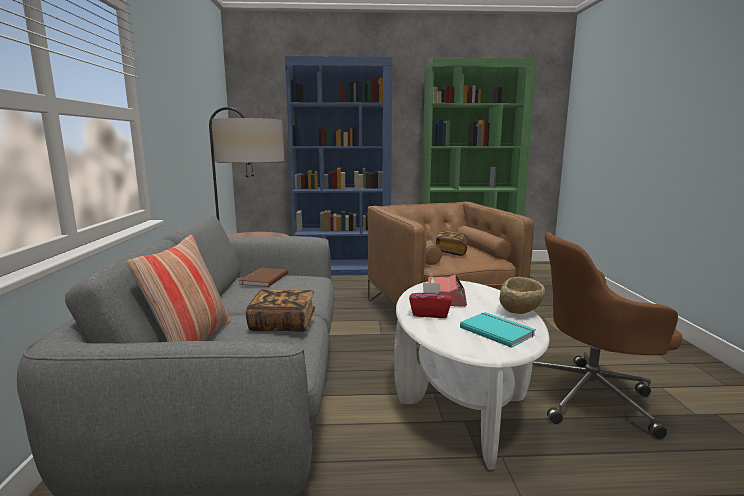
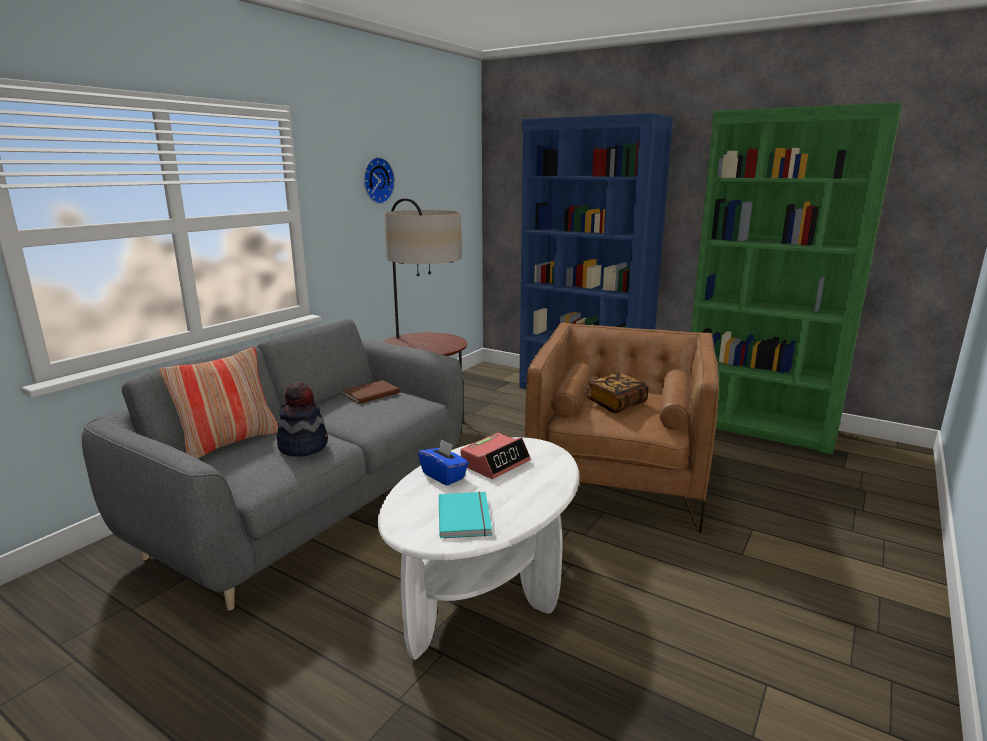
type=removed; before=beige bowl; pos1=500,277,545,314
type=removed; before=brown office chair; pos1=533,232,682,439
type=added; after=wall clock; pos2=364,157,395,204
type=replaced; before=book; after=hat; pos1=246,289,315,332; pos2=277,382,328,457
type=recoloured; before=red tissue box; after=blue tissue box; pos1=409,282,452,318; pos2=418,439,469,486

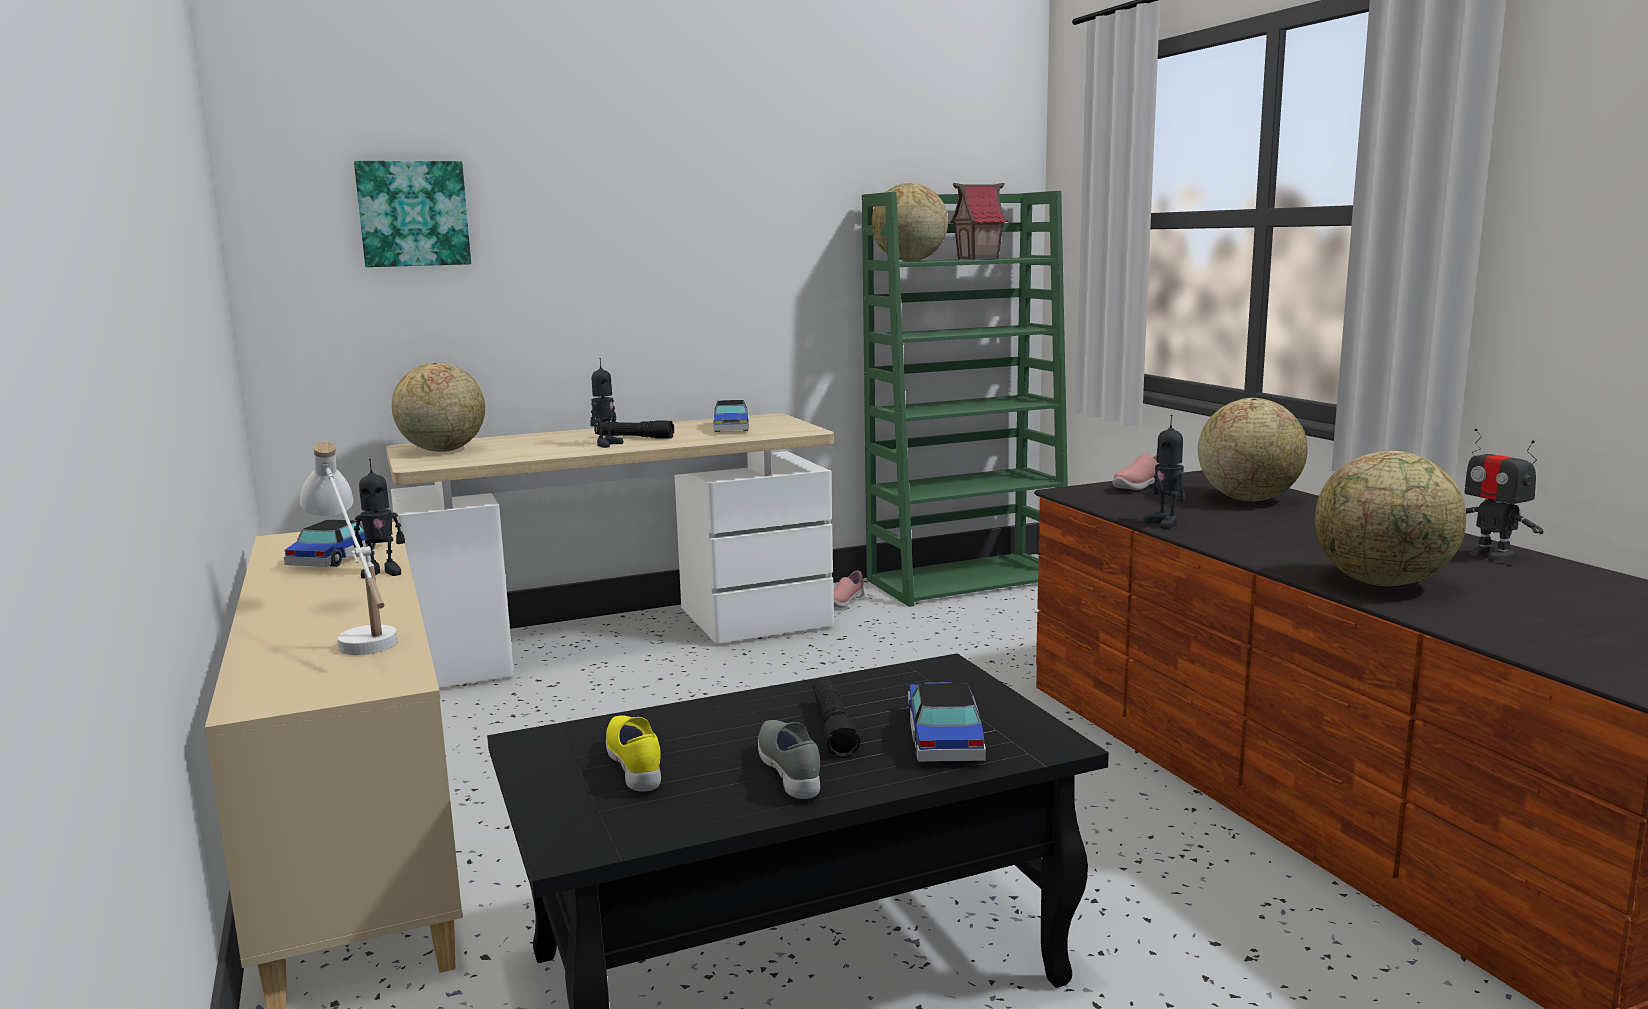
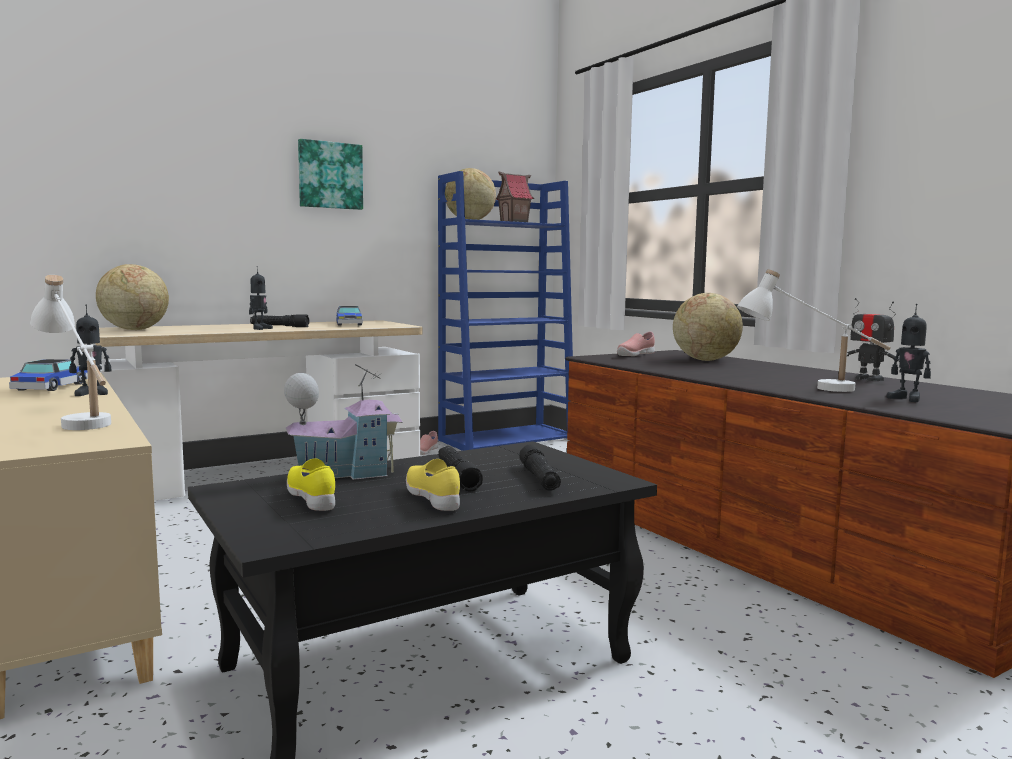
type=added; after=toy house; pos2=284,364,403,480
type=moved; before=picture; pos1=354,161,471,267; pos2=298,139,363,210
type=moved; before=toy robot; pos1=1143,415,1185,529; pos2=887,304,931,402
type=replaced; before=toy car; after=black flashlight; pos1=908,682,986,762; pos2=519,444,561,491
type=replaced; before=globe; after=white table lamp; pos1=1315,451,1466,586; pos2=737,269,891,392
type=recoloured; before=grey shoe; after=yellow shoe; pos1=758,720,820,799; pos2=406,459,460,511
type=recoloured; before=green bookcase; after=blue bookcase; pos1=862,191,1068,607; pos2=438,171,573,451

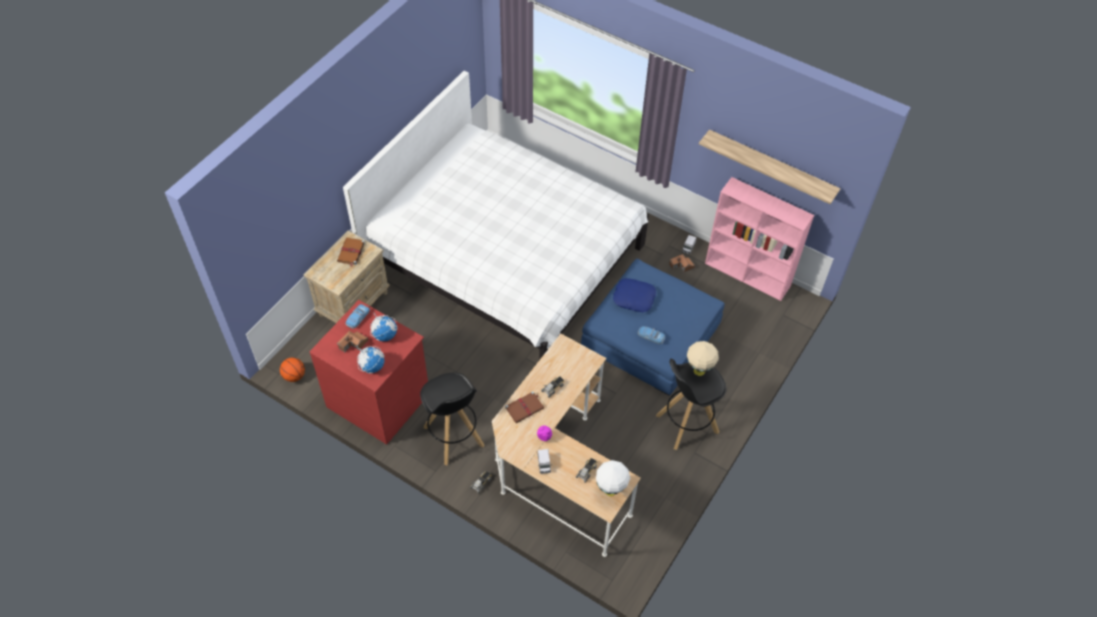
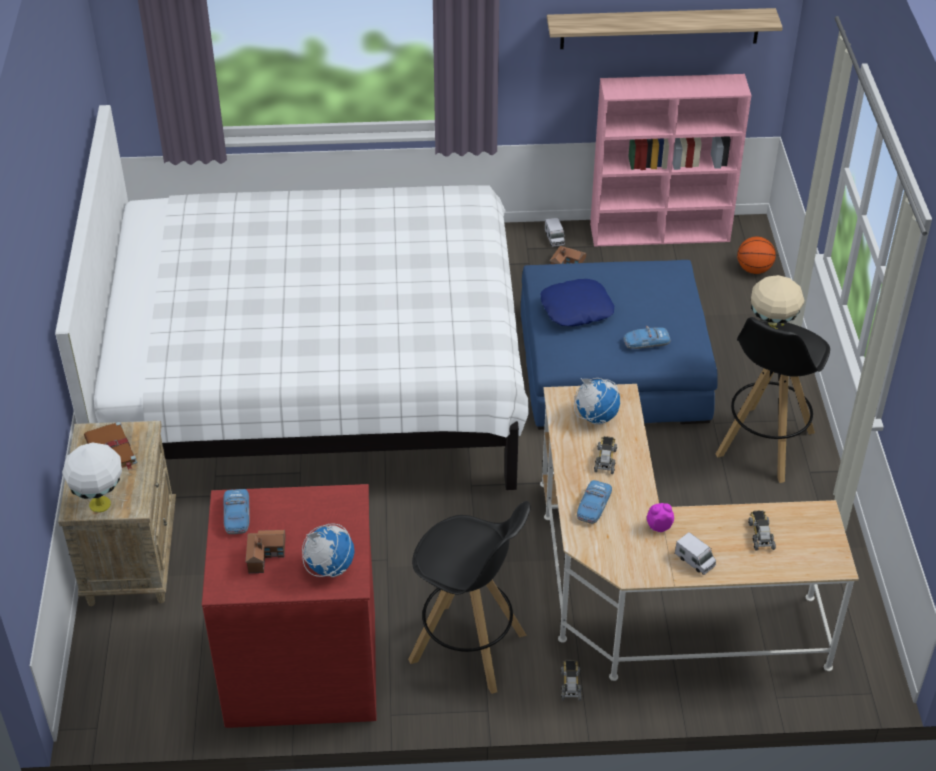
type=moved; before=basketball; pos1=280,357,305,382; pos2=737,237,776,274
type=moved; before=globe; pos1=370,313,397,341; pos2=574,378,620,425
type=moved; before=white table lamp; pos1=596,460,630,496; pos2=62,443,122,513
type=replaced; before=brown book; after=toy car; pos1=505,391,544,423; pos2=577,480,612,524

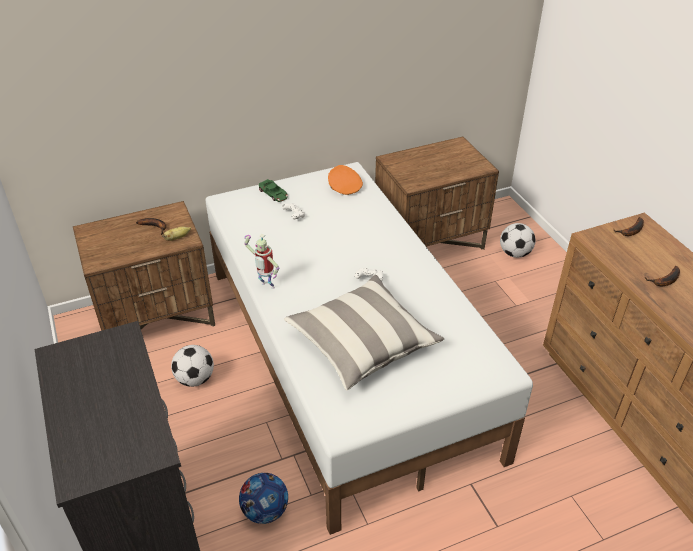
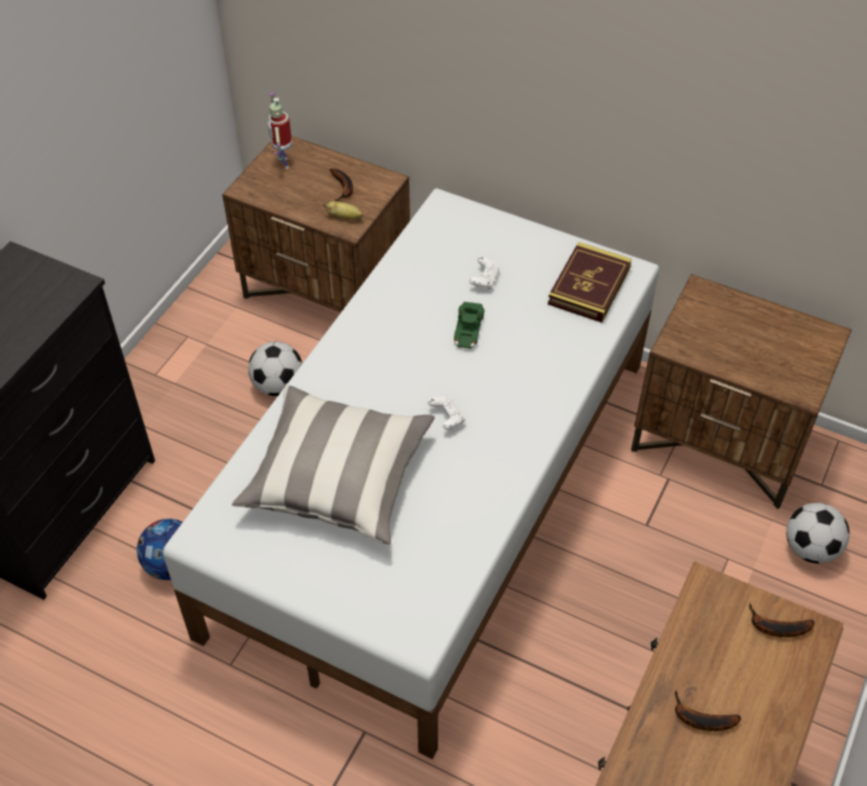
type=moved; before=toy robot; pos1=244,234,279,289; pos2=267,92,292,169
type=moved; before=green toy car; pos1=259,179,288,202; pos2=454,302,484,349
type=replaced; before=orange cap; after=book; pos1=328,165,363,195; pos2=548,242,632,323

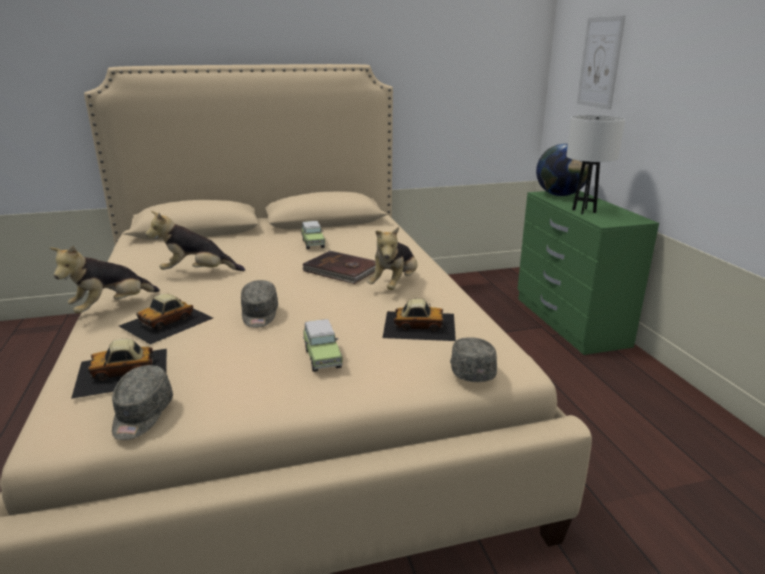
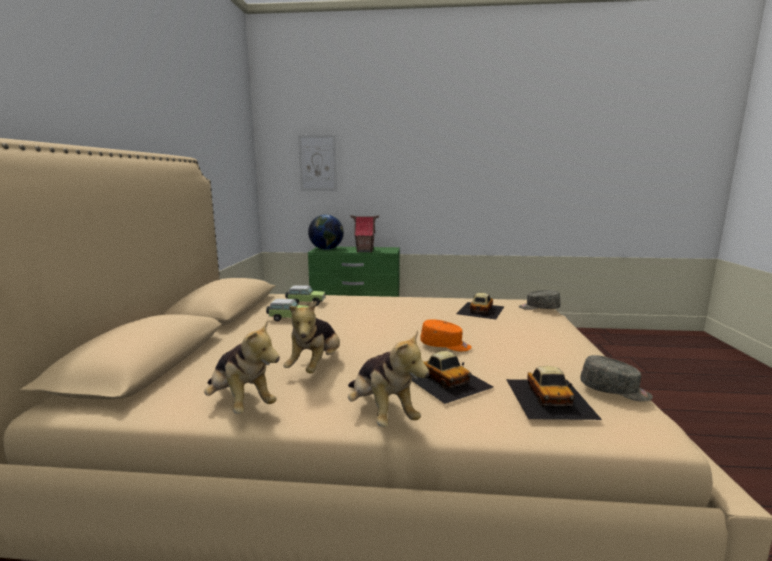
type=removed; before=brown book; pos1=302,251,376,284
type=moved; before=toy car; pos1=303,319,343,372; pos2=285,285,326,306
type=moved; before=plush toy; pos1=367,227,418,290; pos2=204,319,280,414
type=replaced; before=white table lamp; after=toy house; pos1=566,115,625,214; pos2=350,215,379,252
type=recoloured; before=grey cap; after=orange cap; pos1=241,280,278,328; pos2=420,319,472,351

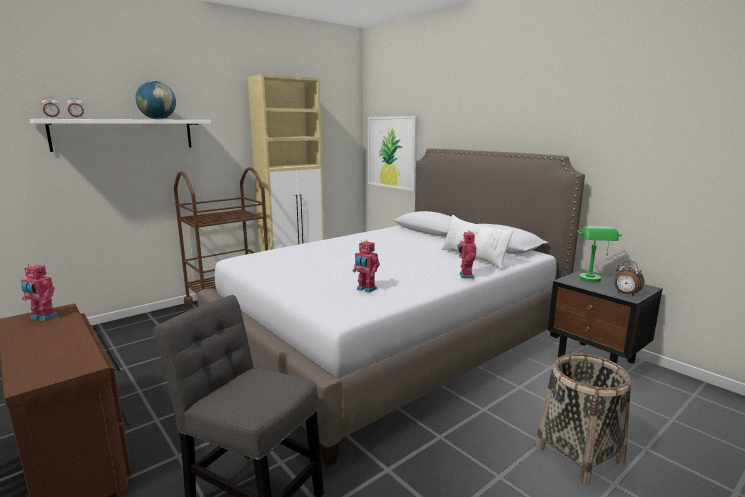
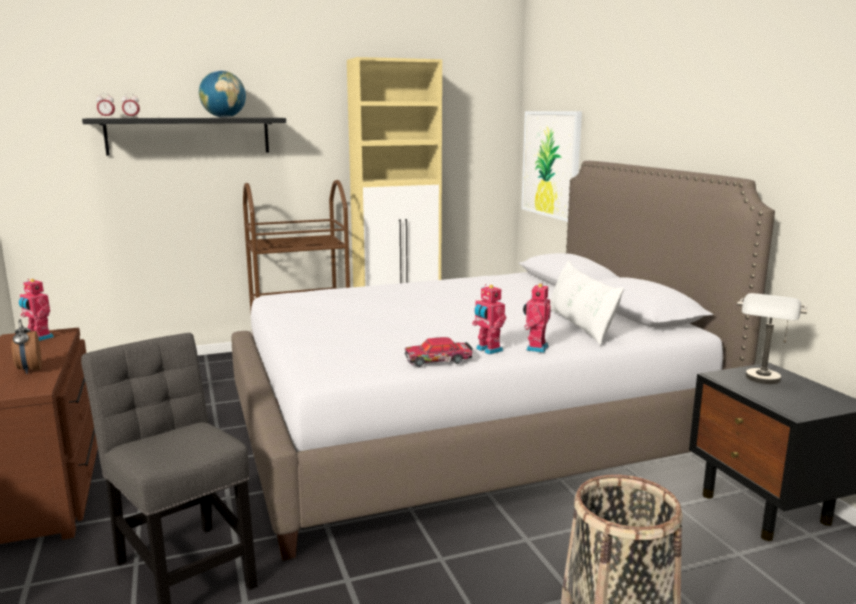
type=added; after=toy car; pos2=405,337,473,367
type=moved; before=toy robot; pos1=353,240,380,293; pos2=472,284,506,355
type=moved; before=alarm clock; pos1=614,261,644,296; pos2=12,319,42,374
type=recoloured; before=white shelf; after=black shelf; pos1=29,119,211,152; pos2=82,118,286,156
type=recoloured; before=green table lamp; after=grey table lamp; pos1=577,226,622,282; pos2=737,293,807,384

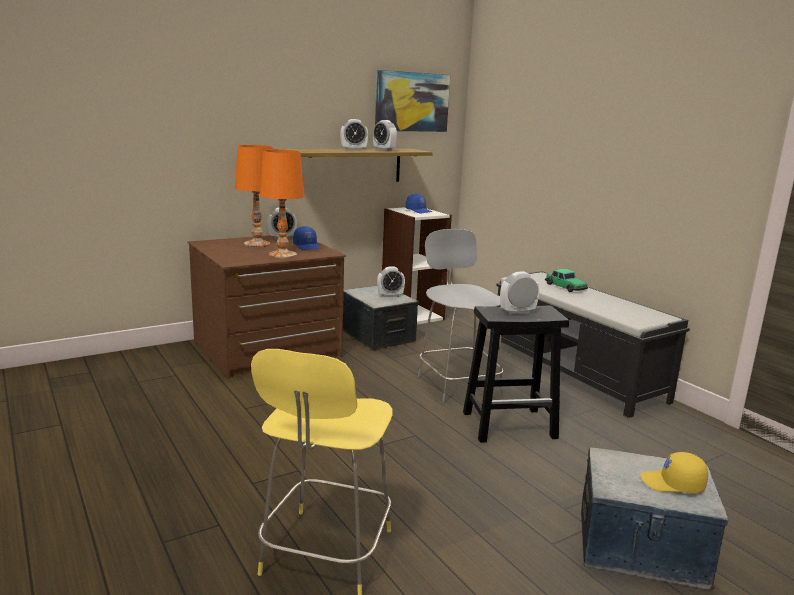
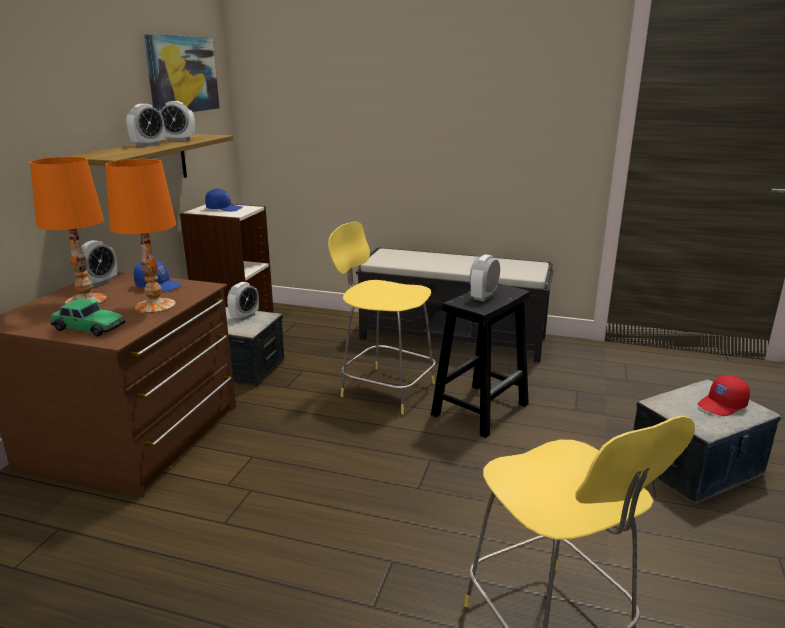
type=moved; before=toy car; pos1=545,269,588,292; pos2=51,298,126,336
type=recoloured; before=grey stool; after=yellow stool; pos1=418,229,504,403; pos2=328,222,436,414
type=recoloured; before=yellow cap; after=red cap; pos1=640,452,708,493; pos2=698,375,750,416

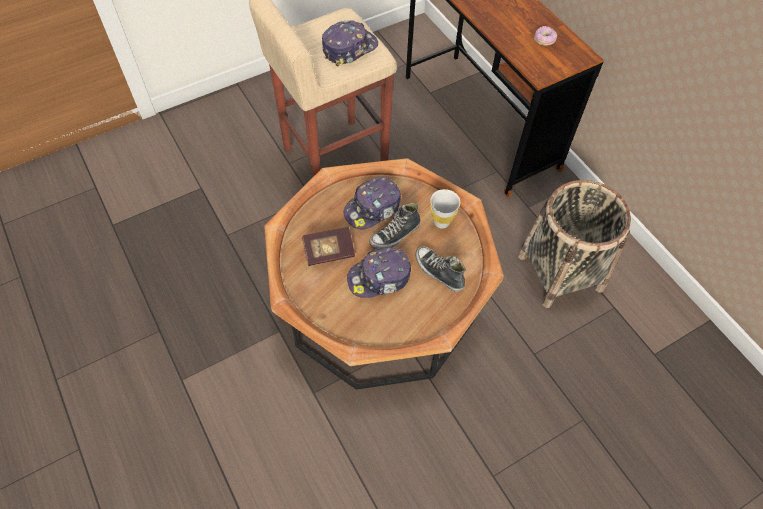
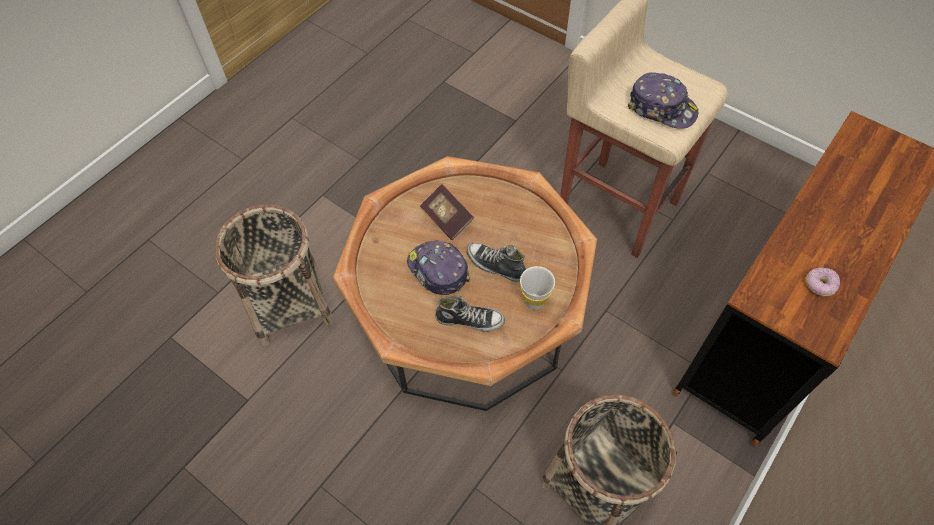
type=removed; before=cap; pos1=344,177,401,229
type=added; after=basket; pos2=215,205,334,346
type=turned; before=shoe; pos1=415,246,466,292; pos2=435,296,505,332; turn=75

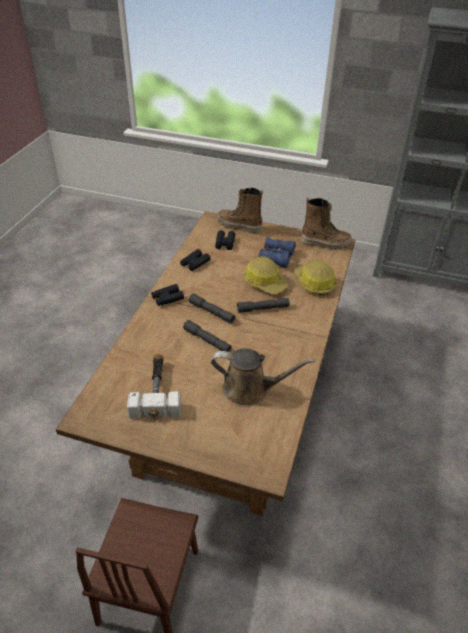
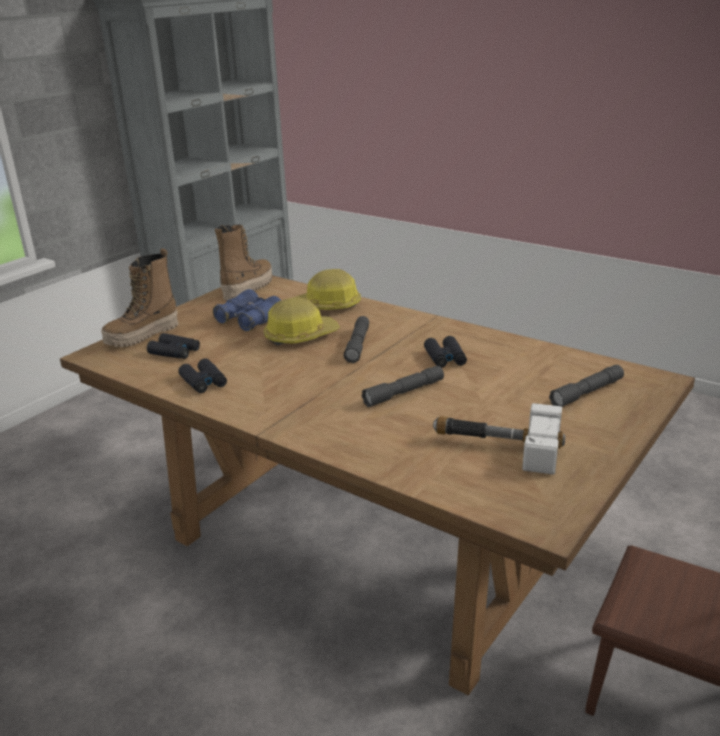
type=removed; before=brown watering can; pos1=211,348,315,407
type=moved; before=black binoculars; pos1=151,284,184,306; pos2=424,336,467,368
type=moved; before=grey flashlight; pos1=188,293,235,323; pos2=549,365,624,407

